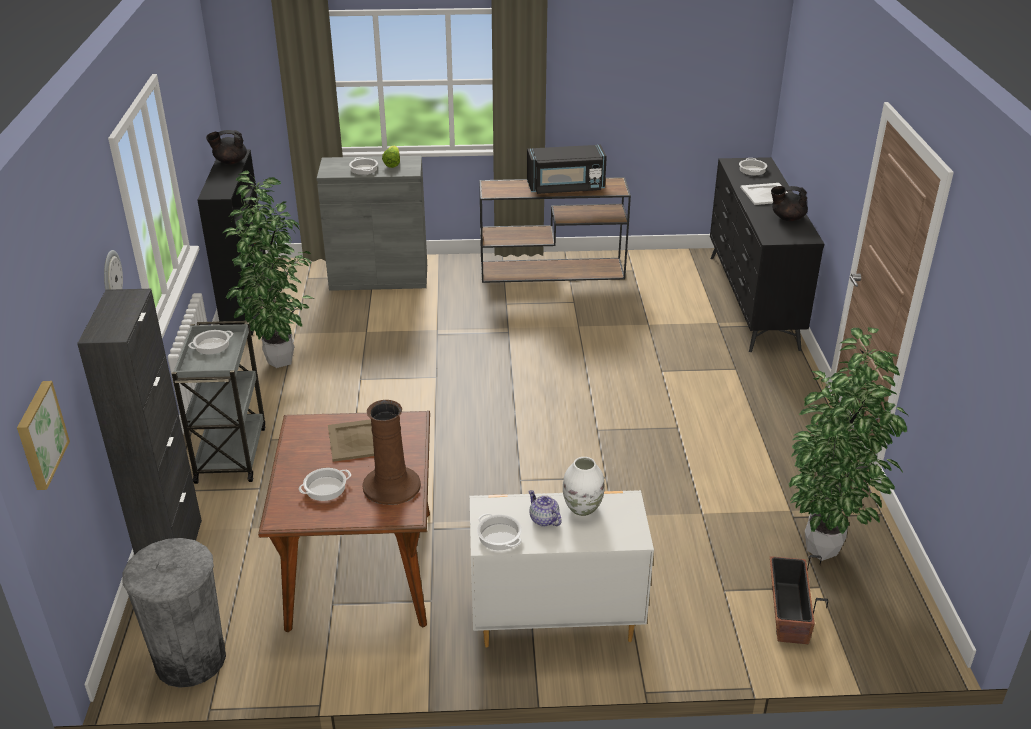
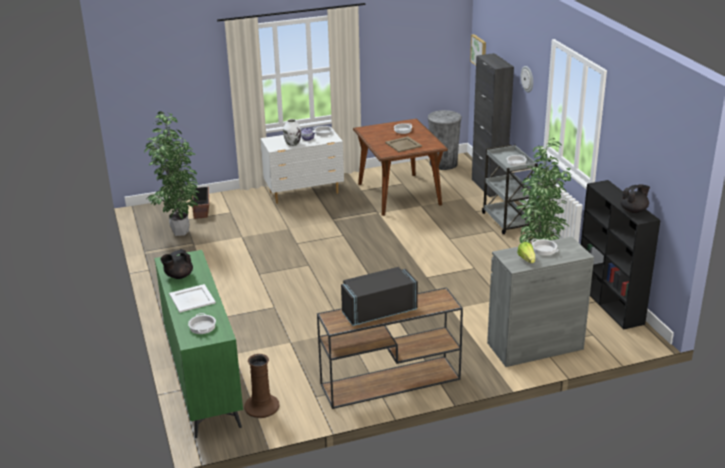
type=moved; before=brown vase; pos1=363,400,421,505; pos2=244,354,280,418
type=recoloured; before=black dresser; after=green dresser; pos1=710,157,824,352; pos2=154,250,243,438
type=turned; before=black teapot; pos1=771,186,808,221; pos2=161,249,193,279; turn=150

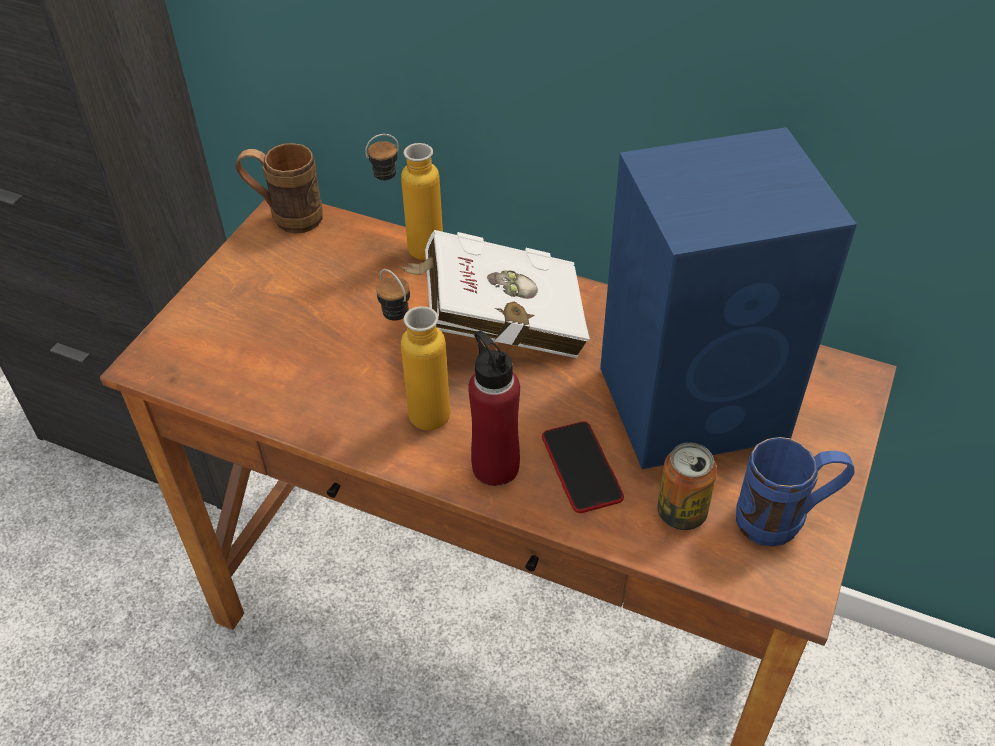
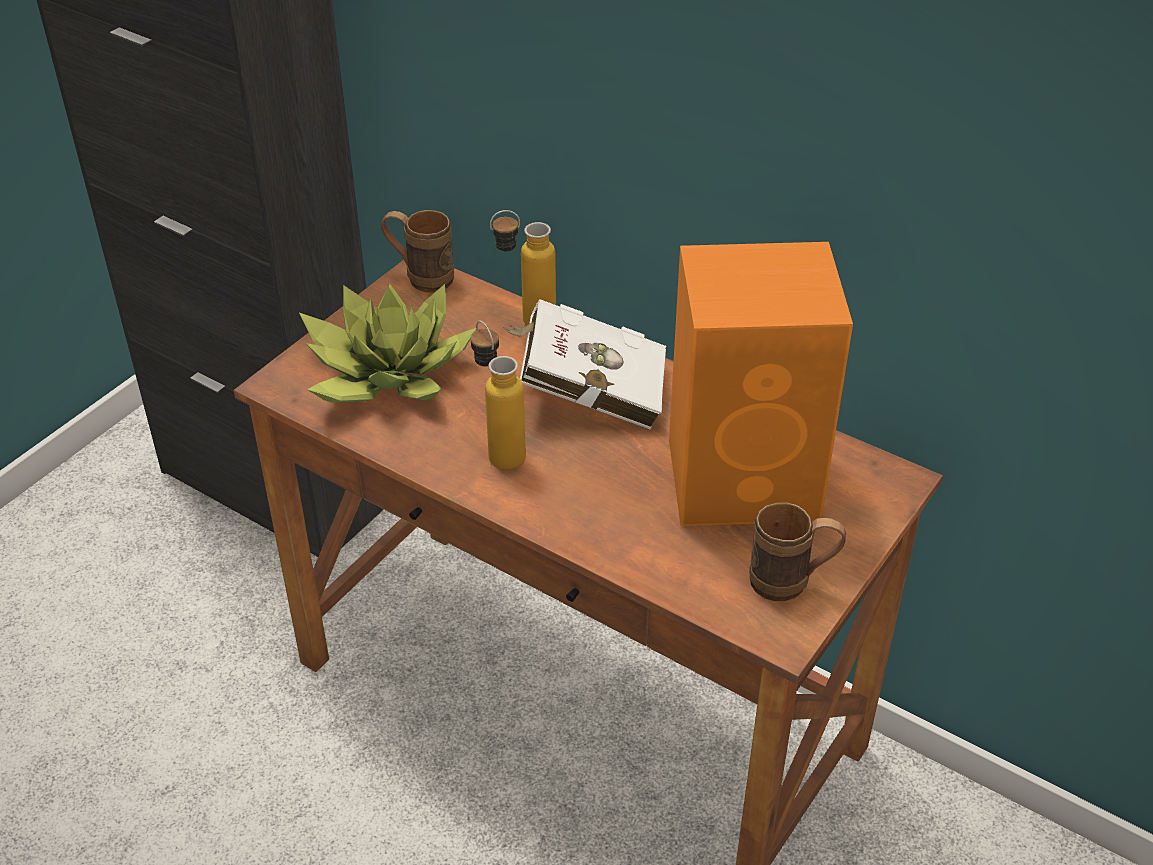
type=removed; before=red bottle; pos1=468,331,520,486
type=removed; before=phone; pos1=542,421,624,513
type=removed; before=can; pos1=657,443,717,530
type=added; after=potted plant; pos2=299,284,476,403
type=recoloured; before=blue speaker; after=orange speaker; pos1=600,127,857,469; pos2=669,242,853,526
type=recoloured; before=blue mug; after=brown mug; pos1=736,437,855,547; pos2=749,502,846,601

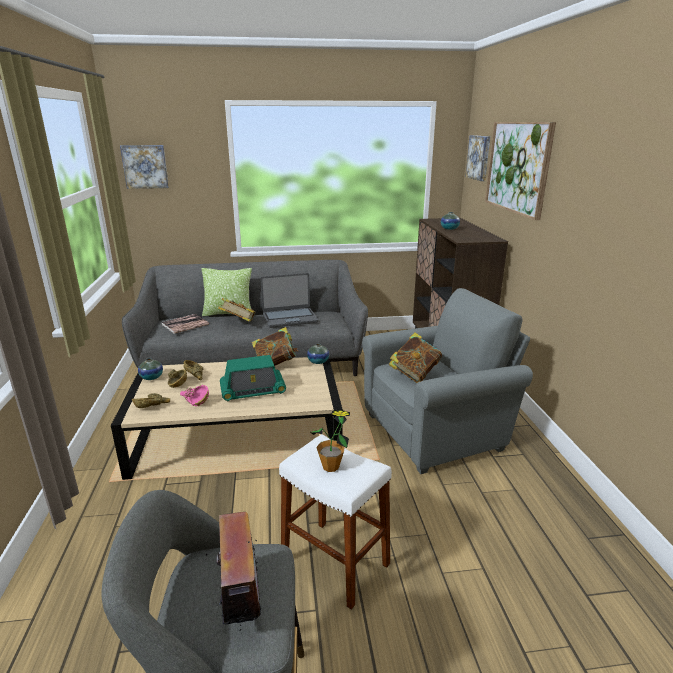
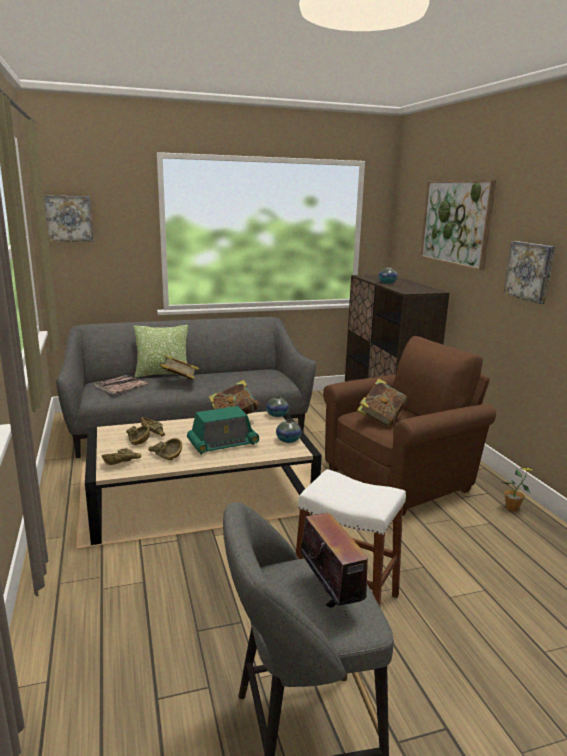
type=removed; before=laptop; pos1=260,273,318,328
type=moved; before=vase; pos1=138,358,163,380; pos2=276,419,301,443
type=moved; before=potted plant; pos1=311,410,350,472; pos2=504,467,534,512
type=moved; before=picture; pos1=465,135,490,181; pos2=504,241,555,304
type=recoloured; before=pink bowl; after=brown bowl; pos1=180,385,209,406; pos2=148,438,182,460
type=recoloured; before=grey armchair; after=brown armchair; pos1=362,288,533,474; pos2=323,336,496,516

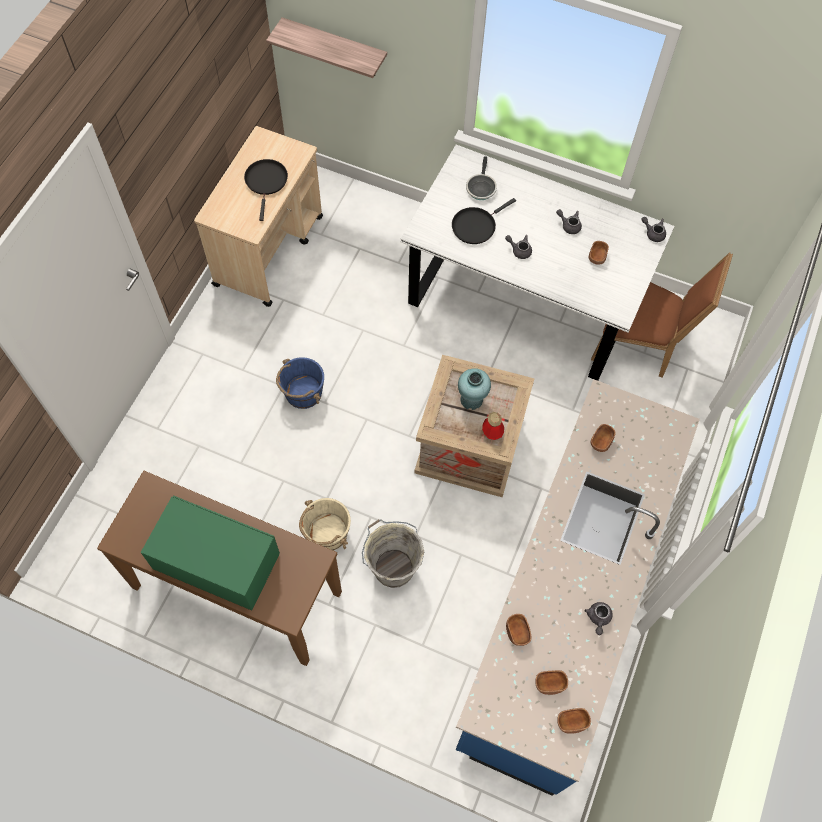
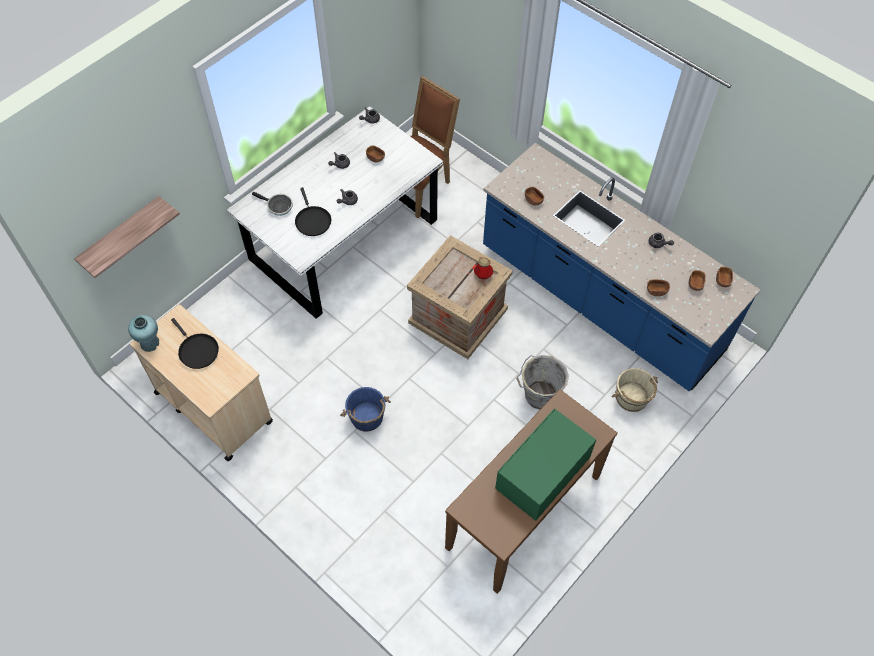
type=moved; before=beige bucket; pos1=299,498,351,551; pos2=611,368,658,412
type=moved; before=turquoise vase; pos1=458,368,491,410; pos2=128,315,159,352
type=turned; before=black frying pan; pos1=244,159,288,221; pos2=171,318,219,369; turn=-150

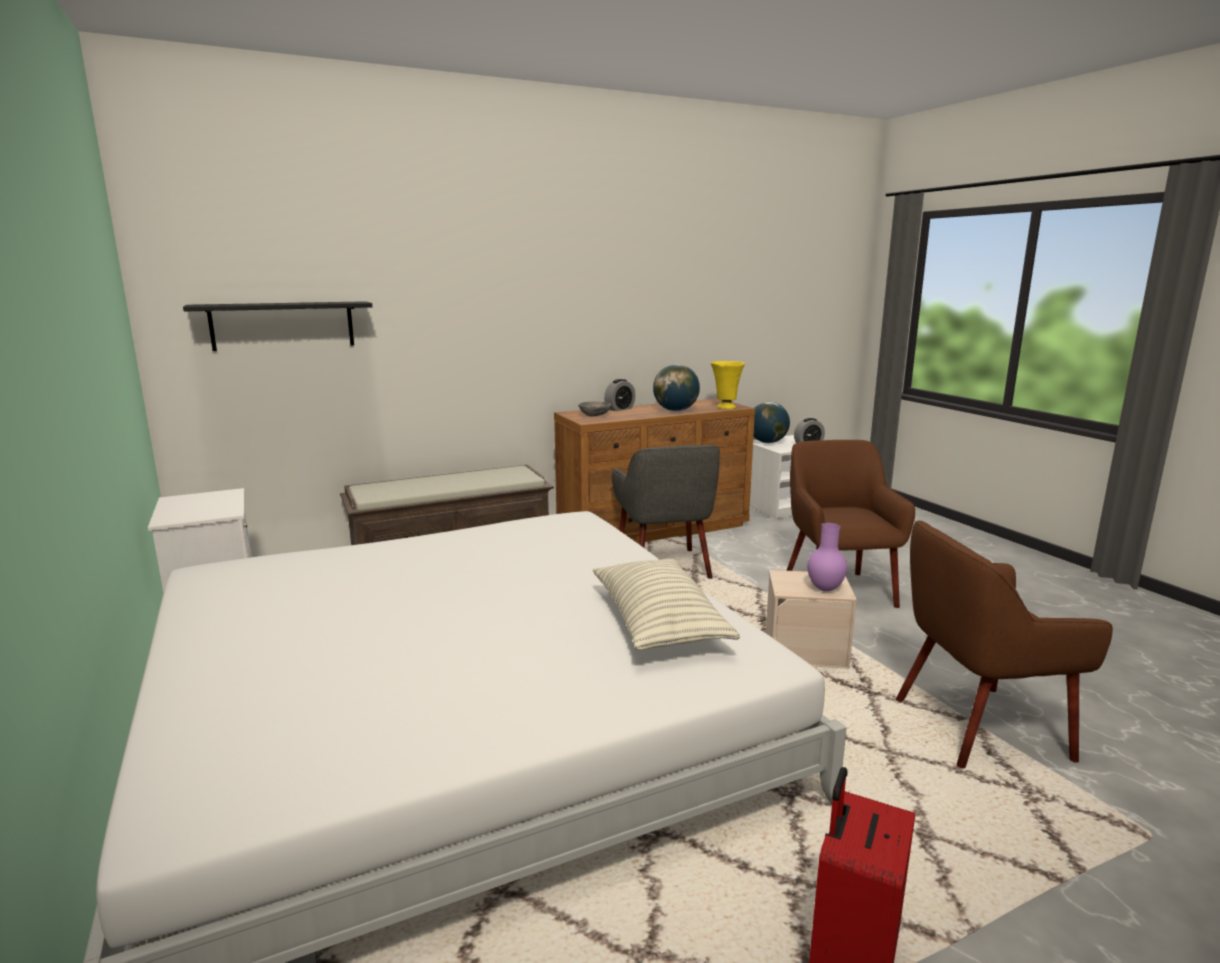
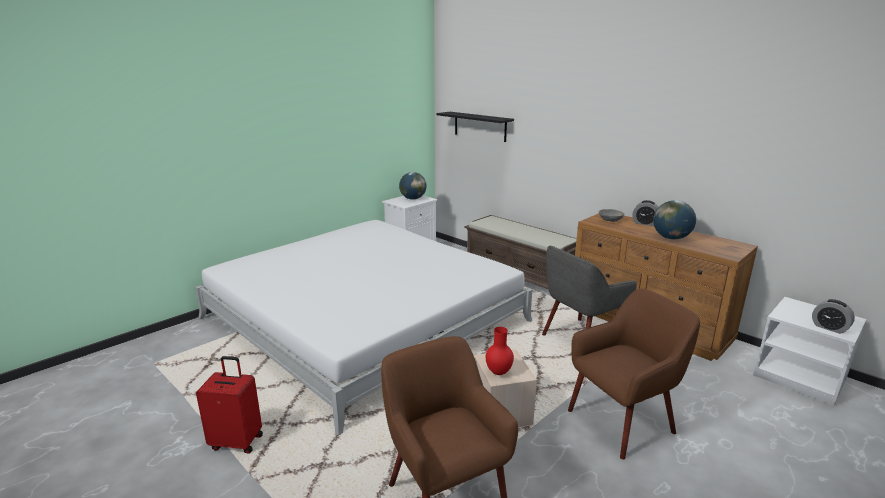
type=removed; before=pillow; pos1=593,559,740,650
type=removed; before=yellow vase; pos1=711,361,745,409
type=moved; before=globe; pos1=754,402,790,443; pos2=399,172,427,200
type=recoloured; before=purple vase; after=red vase; pos1=807,523,847,592; pos2=486,327,514,375

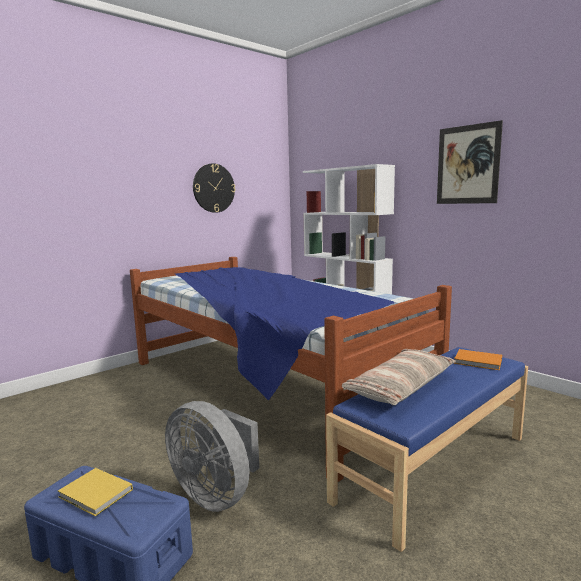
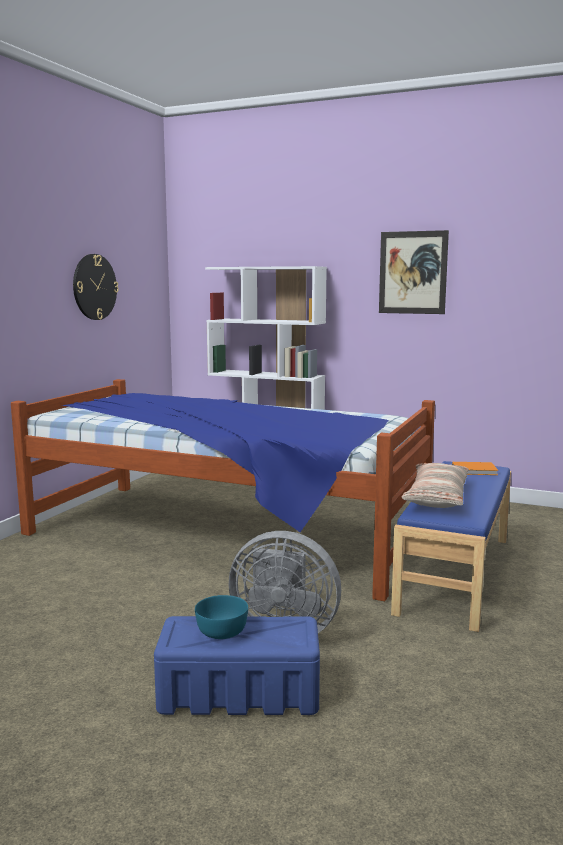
type=replaced; before=yellow book; after=turquoise bowl; pos1=58,468,133,517; pos2=195,595,248,639

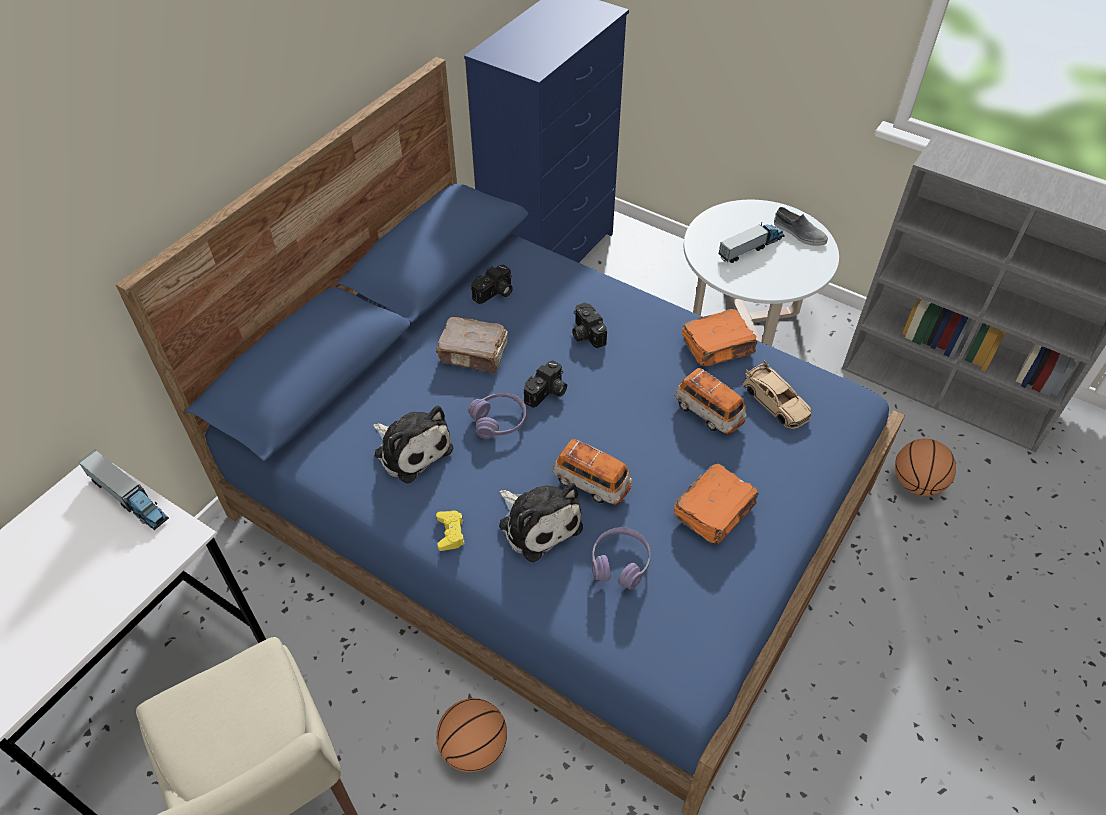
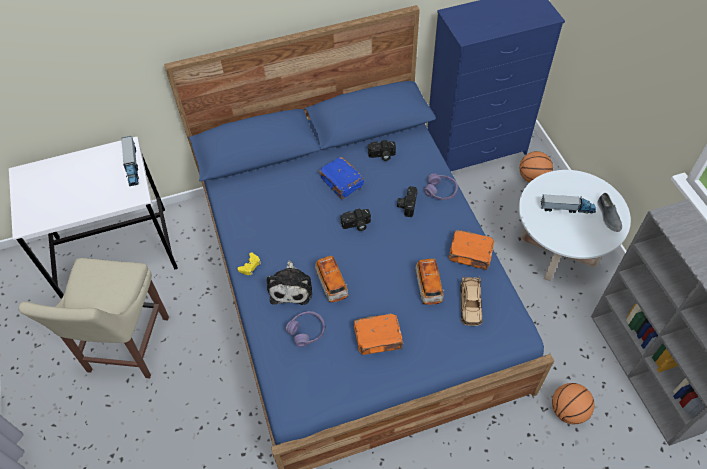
type=removed; before=plush toy; pos1=373,405,453,483
type=moved; before=basketball; pos1=436,698,507,772; pos2=519,151,553,183
type=moved; before=purple headphones; pos1=468,393,527,439; pos2=424,174,458,200
type=recoloured; before=brown book; after=blue book; pos1=436,317,508,373; pos2=318,157,364,199

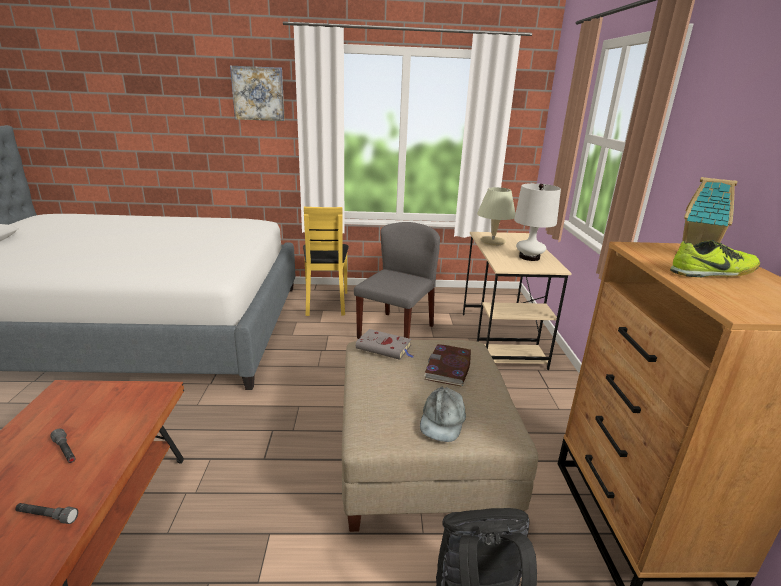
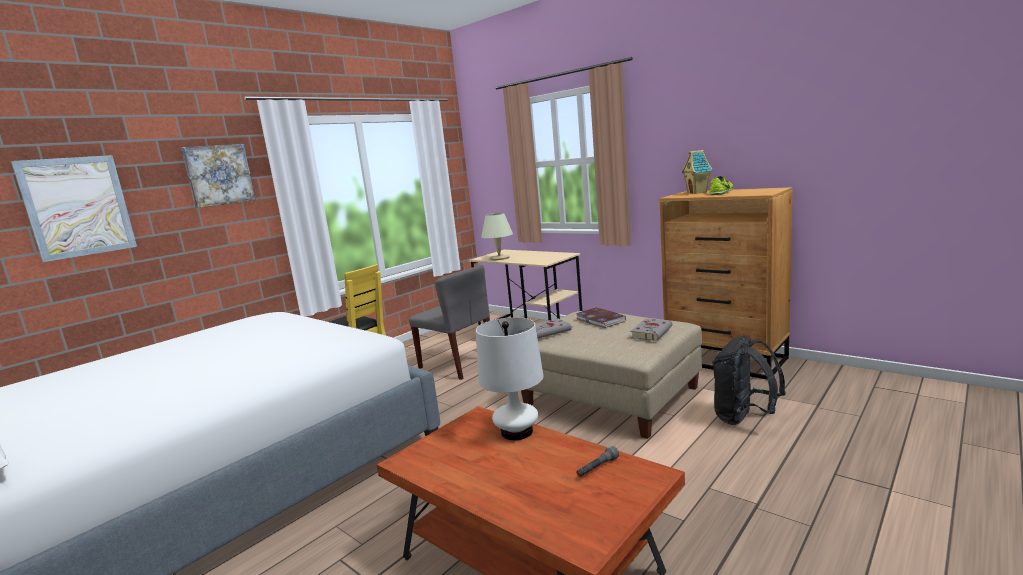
type=removed; before=grey flashlight; pos1=50,429,76,463
type=added; after=picture; pos2=11,155,137,262
type=moved; before=white table lamp; pos1=514,183,561,261; pos2=476,317,543,440
type=replaced; before=grey cap; after=grey book; pos1=420,386,466,442; pos2=630,318,672,341
type=turned; before=grey chair; pos1=354,222,440,339; pos2=409,265,490,380; turn=150

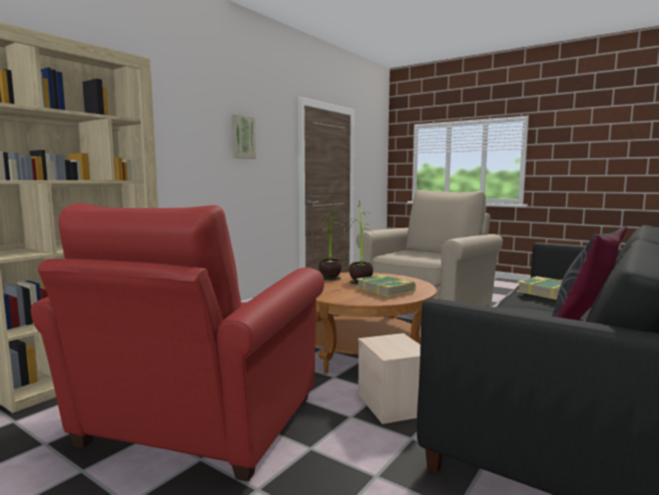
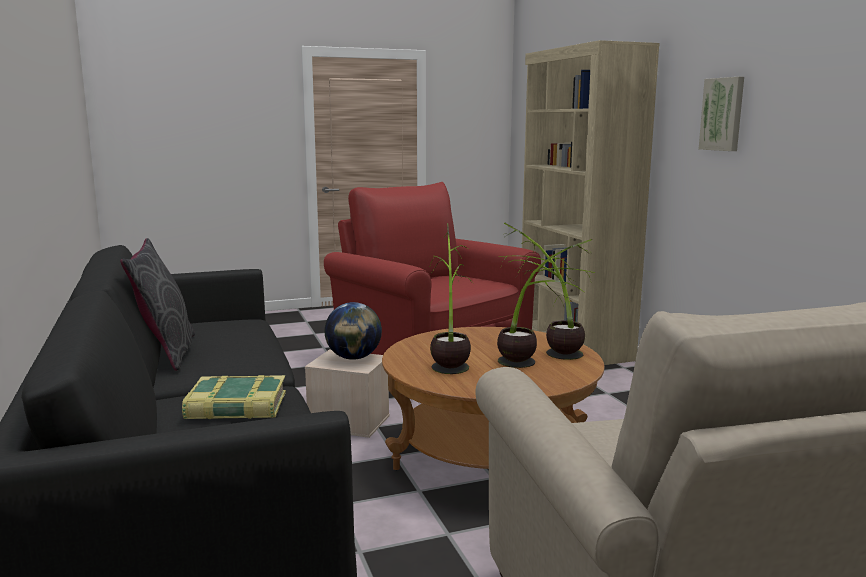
type=added; after=globe; pos2=325,302,382,360
type=moved; before=picture; pos1=232,114,256,159; pos2=699,77,744,151
type=replaced; before=book; after=potted plant; pos1=356,274,416,297; pos2=430,223,476,374

